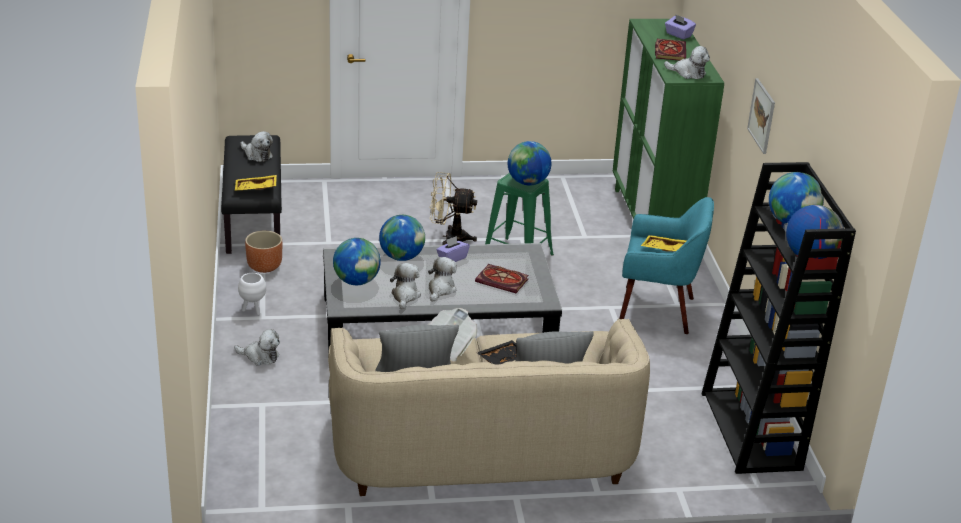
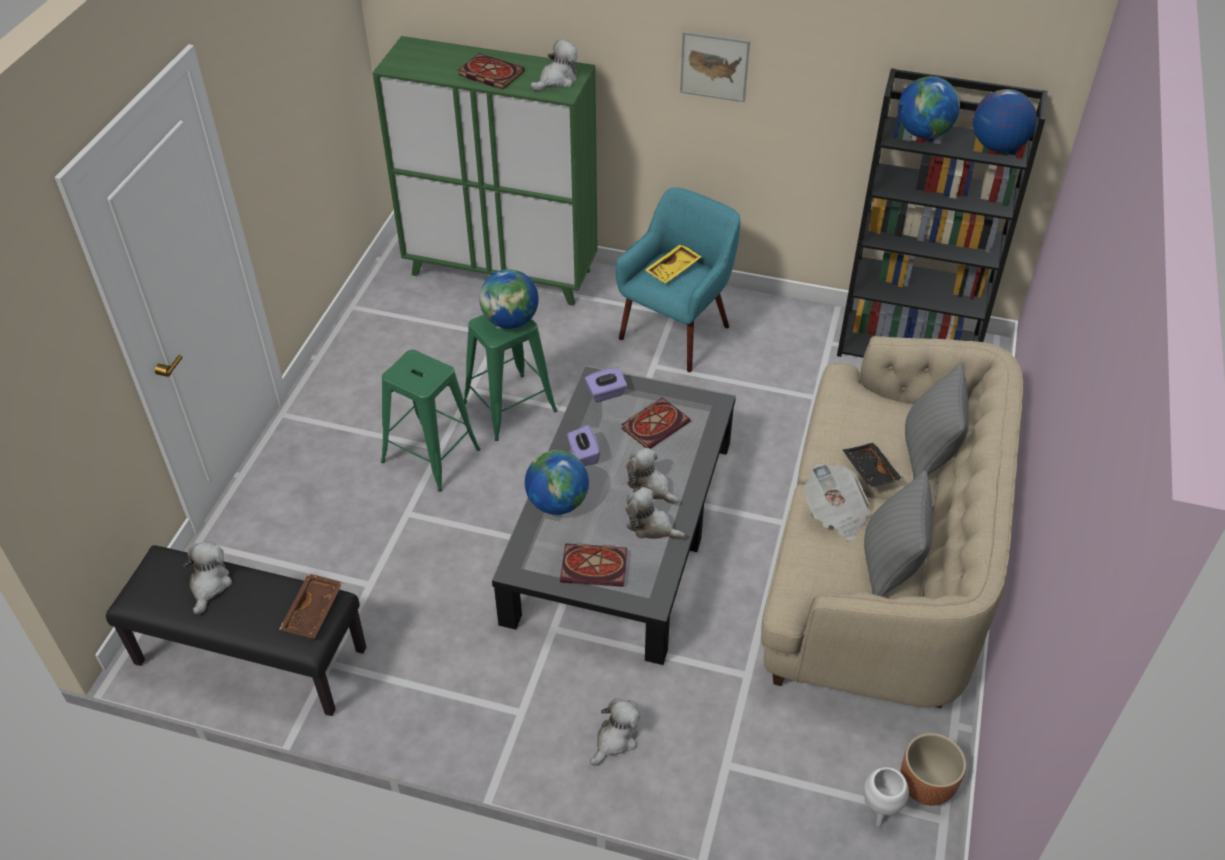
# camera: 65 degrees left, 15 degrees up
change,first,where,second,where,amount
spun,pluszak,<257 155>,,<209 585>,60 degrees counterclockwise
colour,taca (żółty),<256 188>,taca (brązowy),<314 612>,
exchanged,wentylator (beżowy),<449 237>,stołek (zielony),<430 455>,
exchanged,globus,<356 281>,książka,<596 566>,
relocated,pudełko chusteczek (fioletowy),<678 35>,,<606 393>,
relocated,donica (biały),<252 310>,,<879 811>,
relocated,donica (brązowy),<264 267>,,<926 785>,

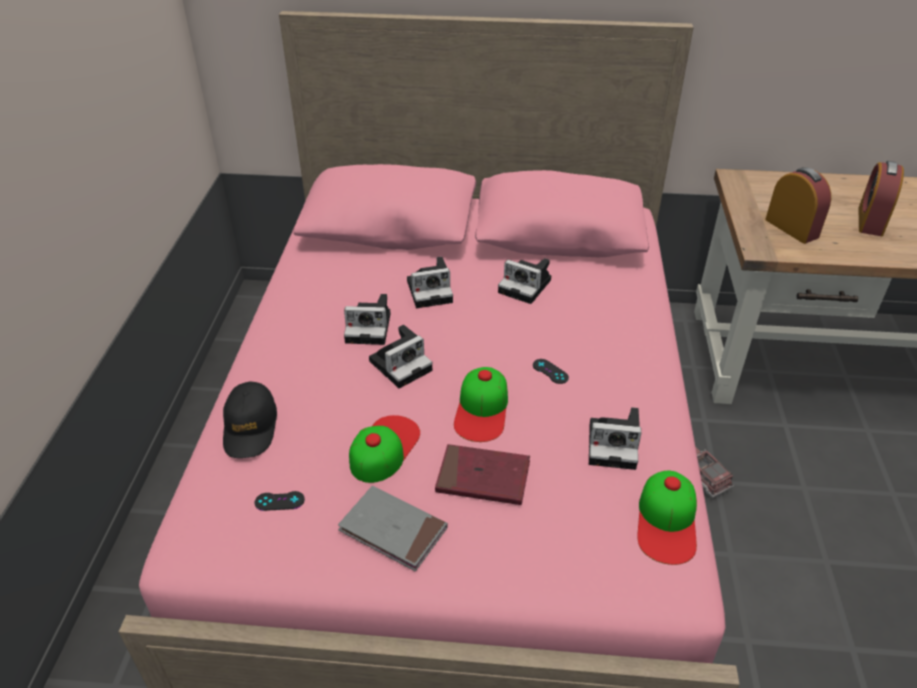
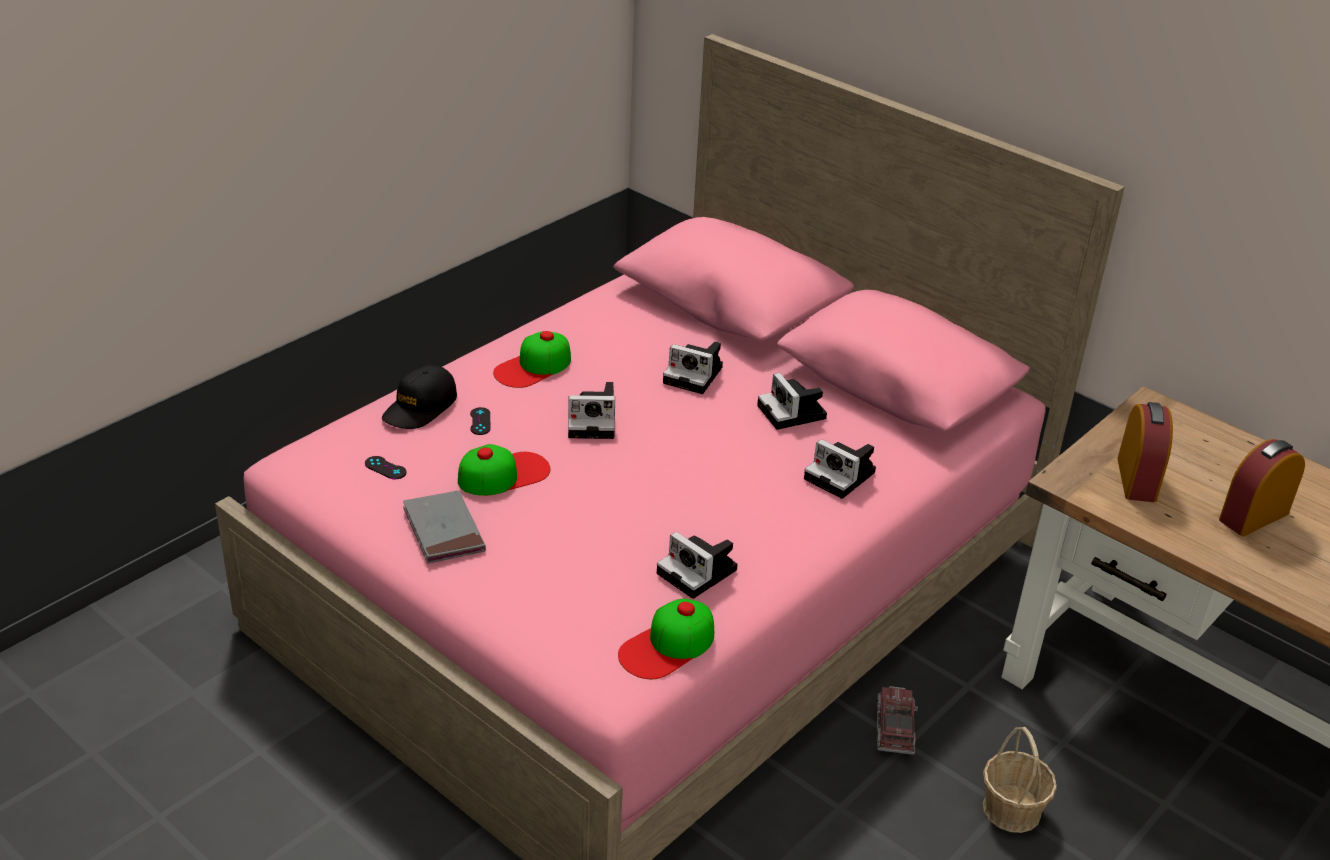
# camera: 35 degrees right, 5 degrees down
change,first,where,second,where,amount
relocated,pad do gier (czarny),<550 371>,,<480 421>,
relocated,czapka z daszkiem,<482 409>,,<533 367>,
relocated,aparat fotograficzny,<370 327>,,<842 476>,
appeared,,,koszyk,<1012 809>,
missing,książka (czerwony),<483 478>,,,

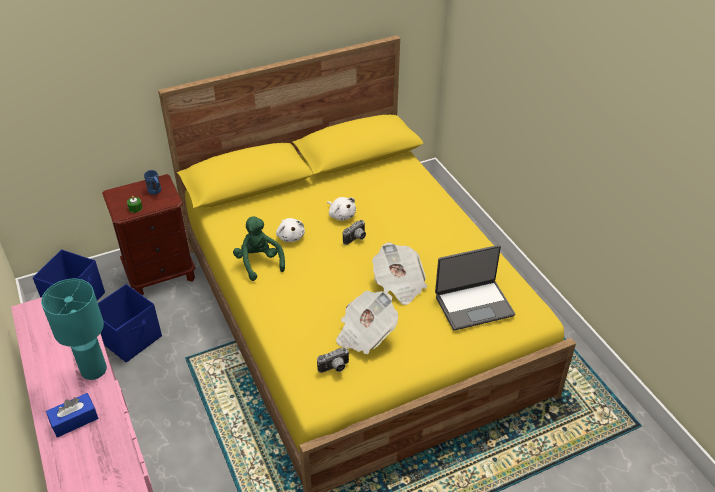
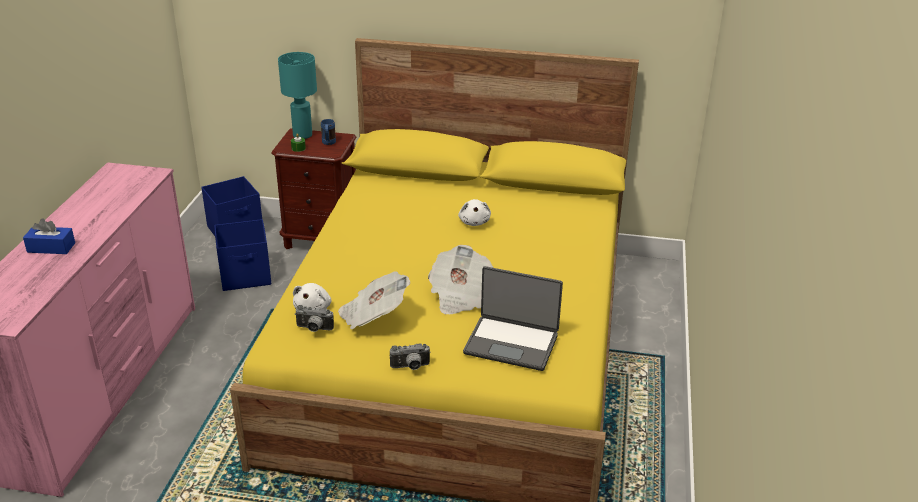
# camera: 35 degrees right, 10 degrees down
change,first,where,second,where,amount
relocated,lampa stołowa (turkusowy),<94 371>,,<302 135>,
relocated,pluszak (biały),<290 236>,,<313 308>,
relocated,aparat fotograficzny,<356 239>,,<410 367>,
missing,pluszak (zielony),<259 262>,,,

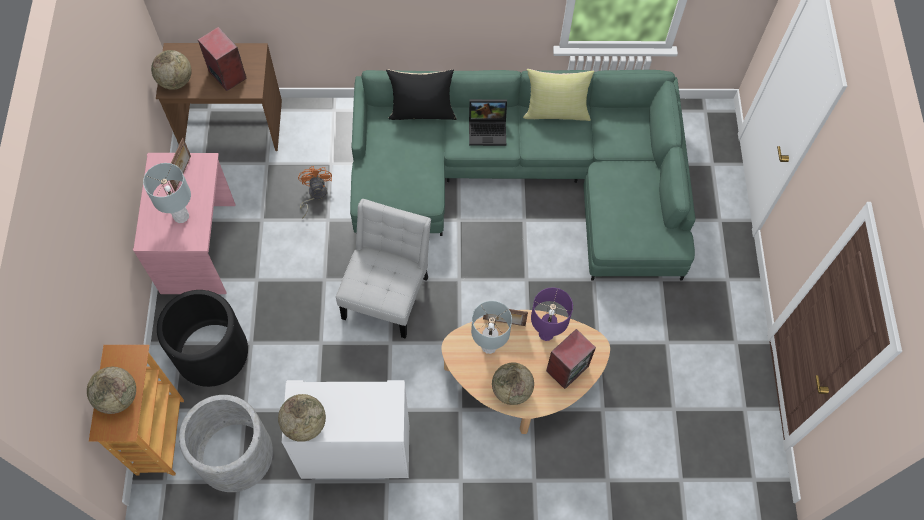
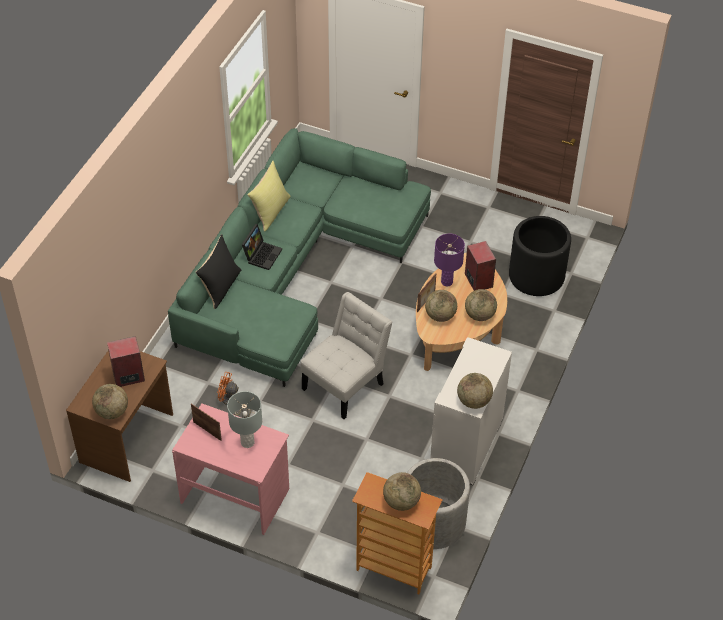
# camera: 65 degrees left, 15 degrees down
change,first,where,second,where,amount
spun,krzesło (biały),<387 292>,,<346 384>,90 degrees clockwise
exchanged,lampa stołowa (szary),<489 346>,globus,<440 316>,
relocated,donica (czarny),<212 353>,,<536 276>,

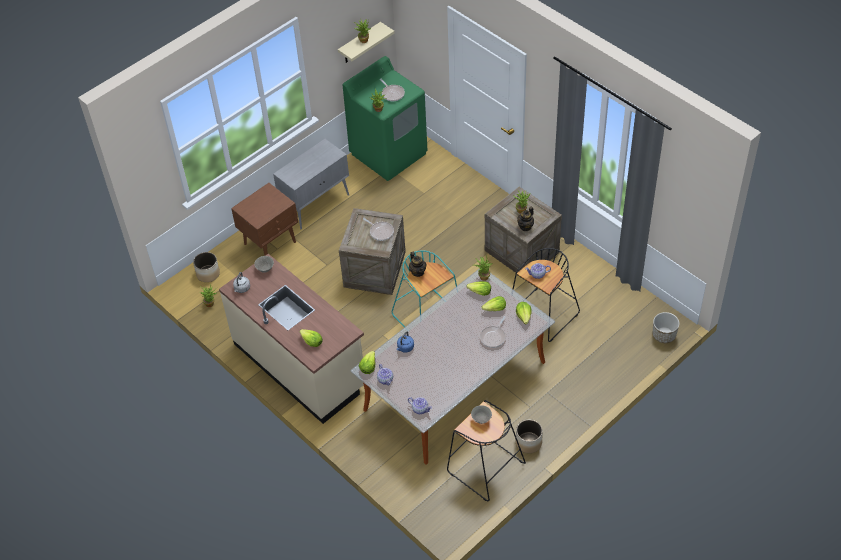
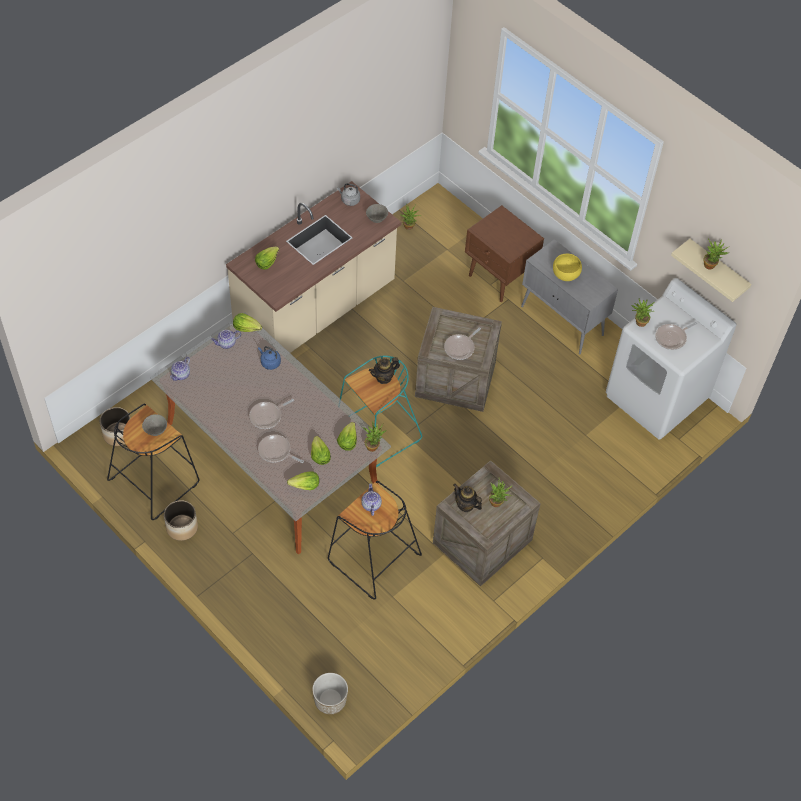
# camera: 85 degrees right, 5 degrees up
change,first,where,second,where,amount
relocated,donica,<208 273>,,<118 434>,
appeared,,,patelnia,<267 416>,
appeared,,,miska (żółty),<566 274>,
colour,pralka (zielony),<389 153>,pralka (biały),<656 398>,

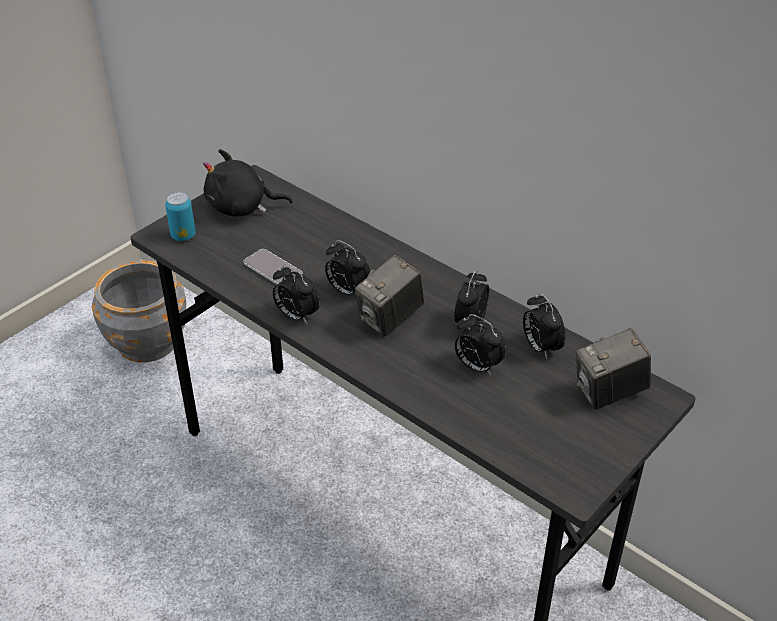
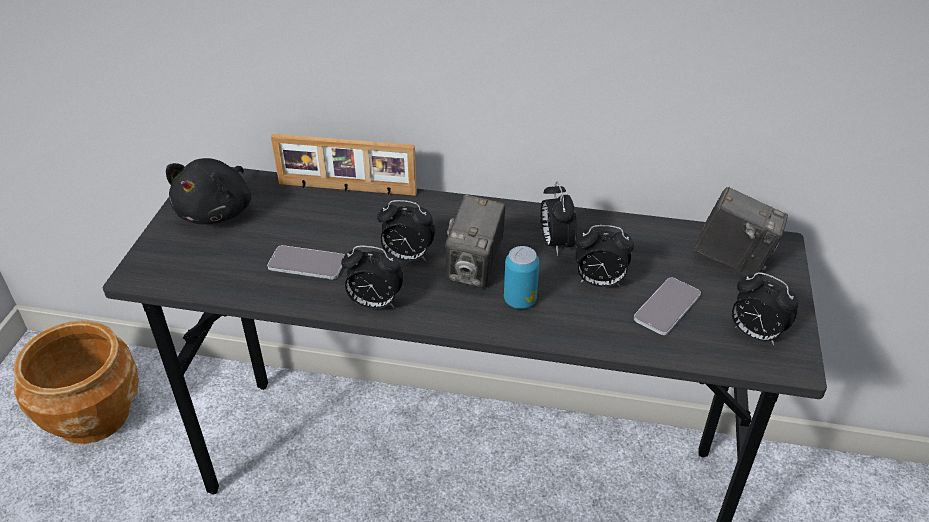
# camera: 30 degrees left, 0 degrees up
change,first,where,second,where,amount
colour,donica (szary),<148 342>,donica (brązowy),<94 415>,
spun,pluszak (czarny),<242 207>,,<217 211>,45 degrees counterclockwise
appeared,,,ramka na zdjęcie,<347 189>,
relocated,puszka,<183 236>,,<520 300>,
appeared,,,telefon,<667 307>,
spun,aparat fotograficzny,<608 393>,,<733 259>,105 degrees counterclockwise
relocated,budzik,<540 347>,,<754 334>,

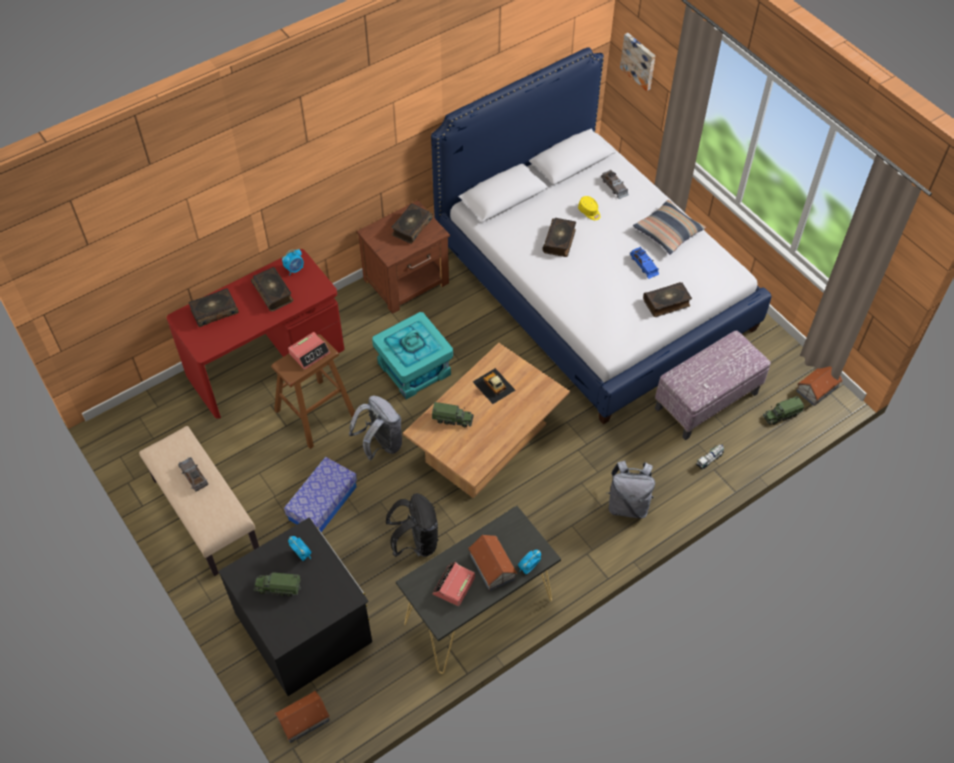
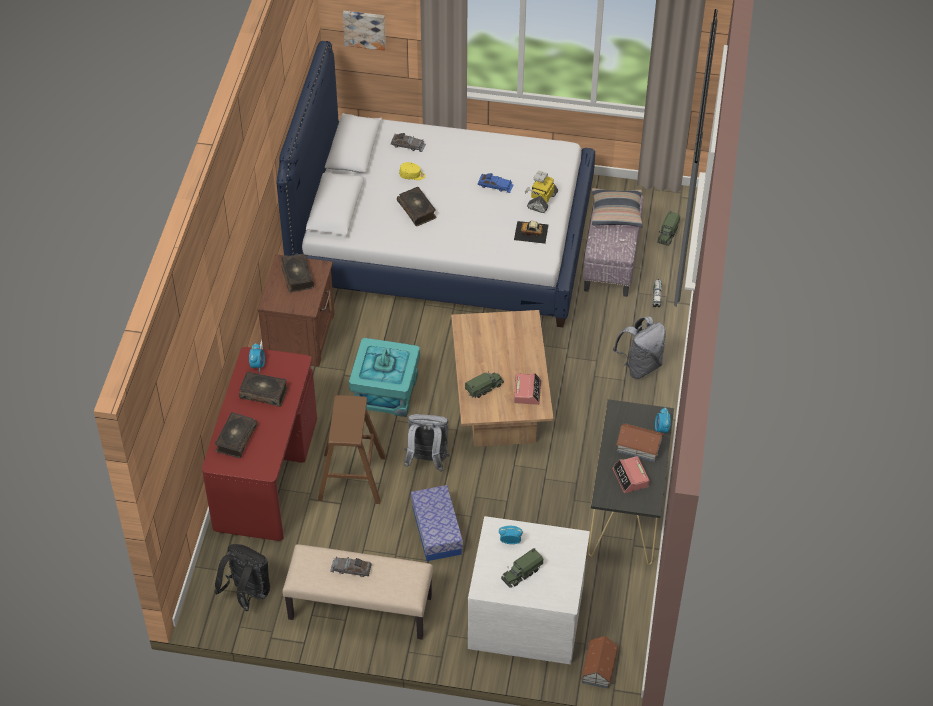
# camera: 45 degrees left, 5 degrees down
change,first,where,second,where,amount
relocated,plecak (czarny),<416 542>,,<247 594>,
colour,komoda (czarny),<305 626>,komoda (biały),<526 614>,
relocated,samochodzik,<493 386>,,<531 232>,
relocated,budzik,<309 353>,,<527 392>,
exchanged,książka,<667 303>,robot zabawkowy,<541 200>,
relocated,poduszka,<668 232>,,<616 213>,
missing,domek,<817 388>,,,

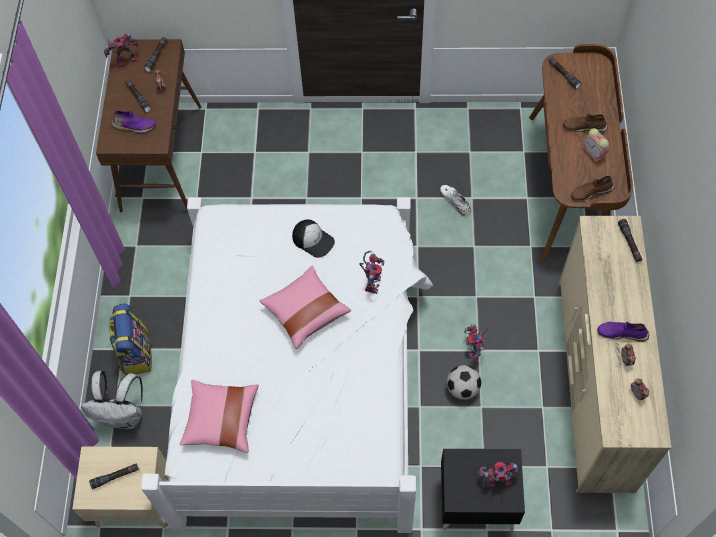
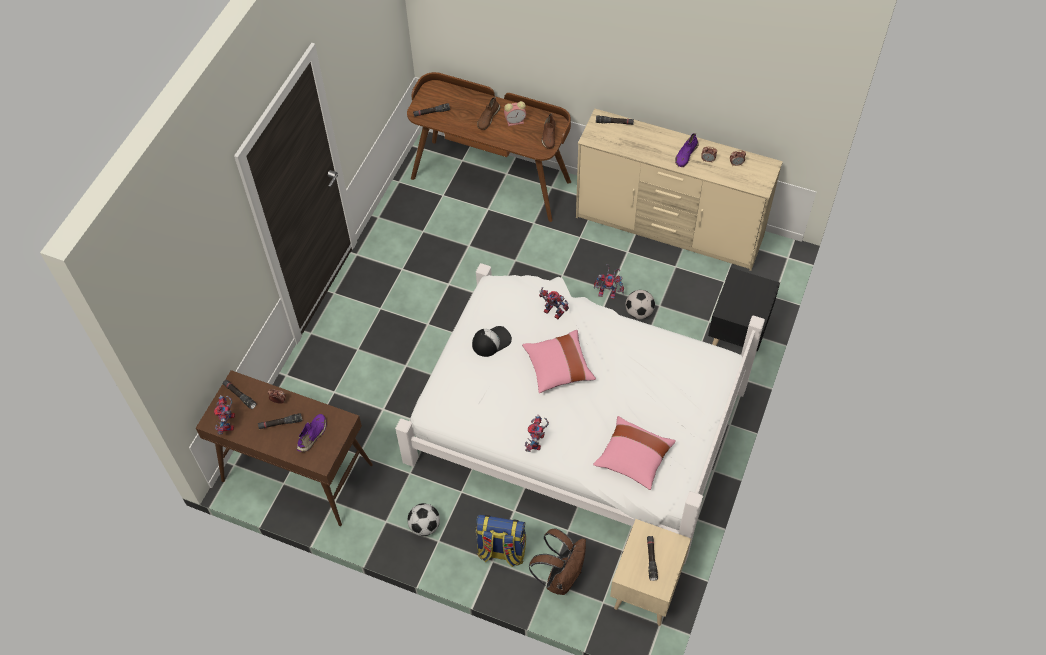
# camera: 70 degrees left, 5 degrees down
change,first,where,second,where,amount
appeared,,,piłka futbolowa,<425 526>,
relocated,robot zabawkowy,<497 482>,,<537 443>,
colour,plecak (biały),<124 415>,plecak (brązowy),<561 576>,
missing,but (biały),<455 201>,,,

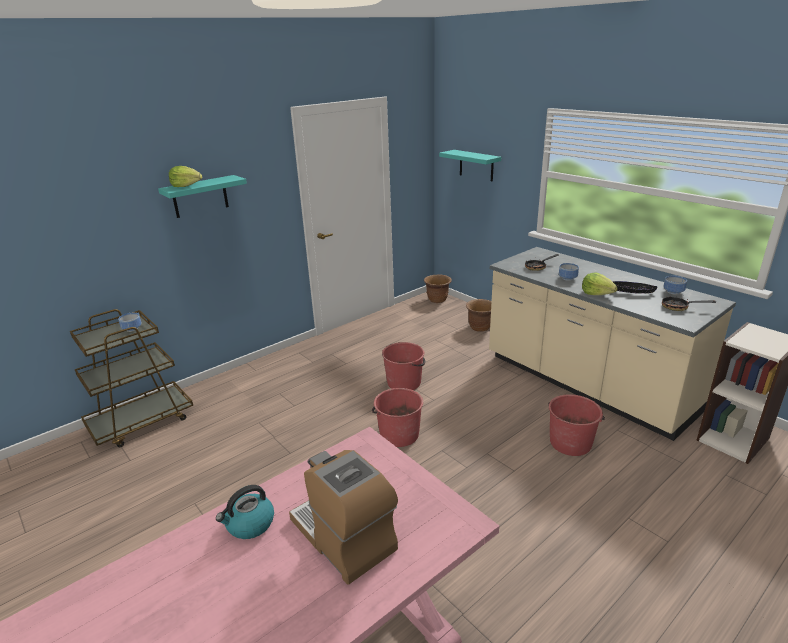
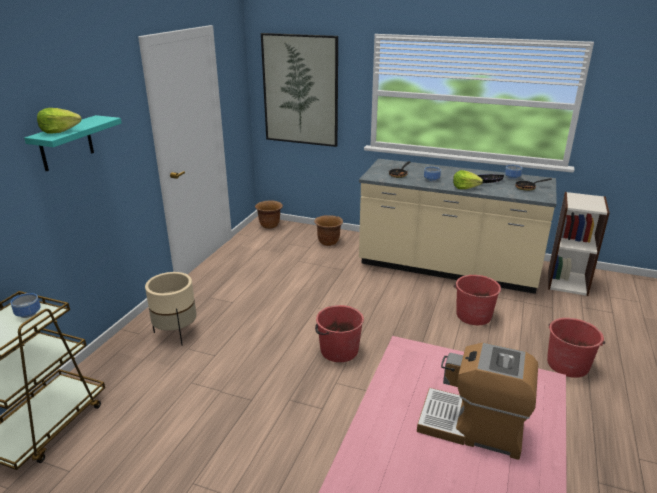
# camera: 30 degrees left, 0 degrees up
change,first,where,second,where,amount
appeared,,,donica (beżowy),<176 333>,
exchanged,półka (turkusowy),<476 165>,obraz,<300 90>,
relocated,wiadro (czerwony),<404 382>,,<567 364>,
missing,czajnik,<250 524>,,,

